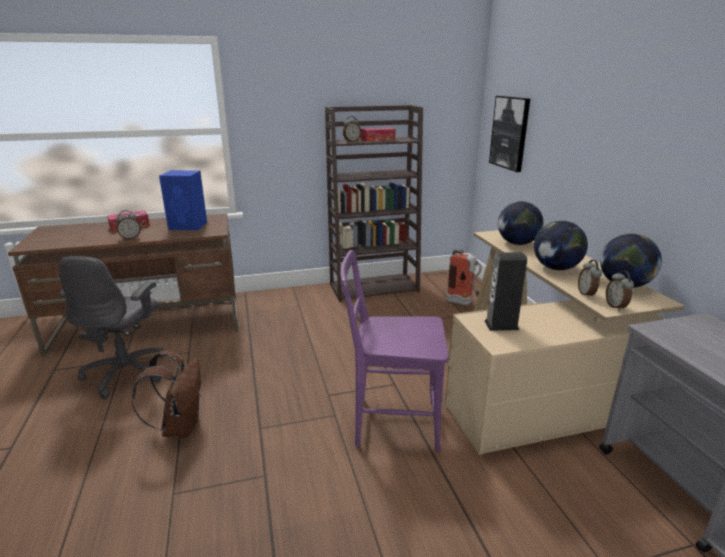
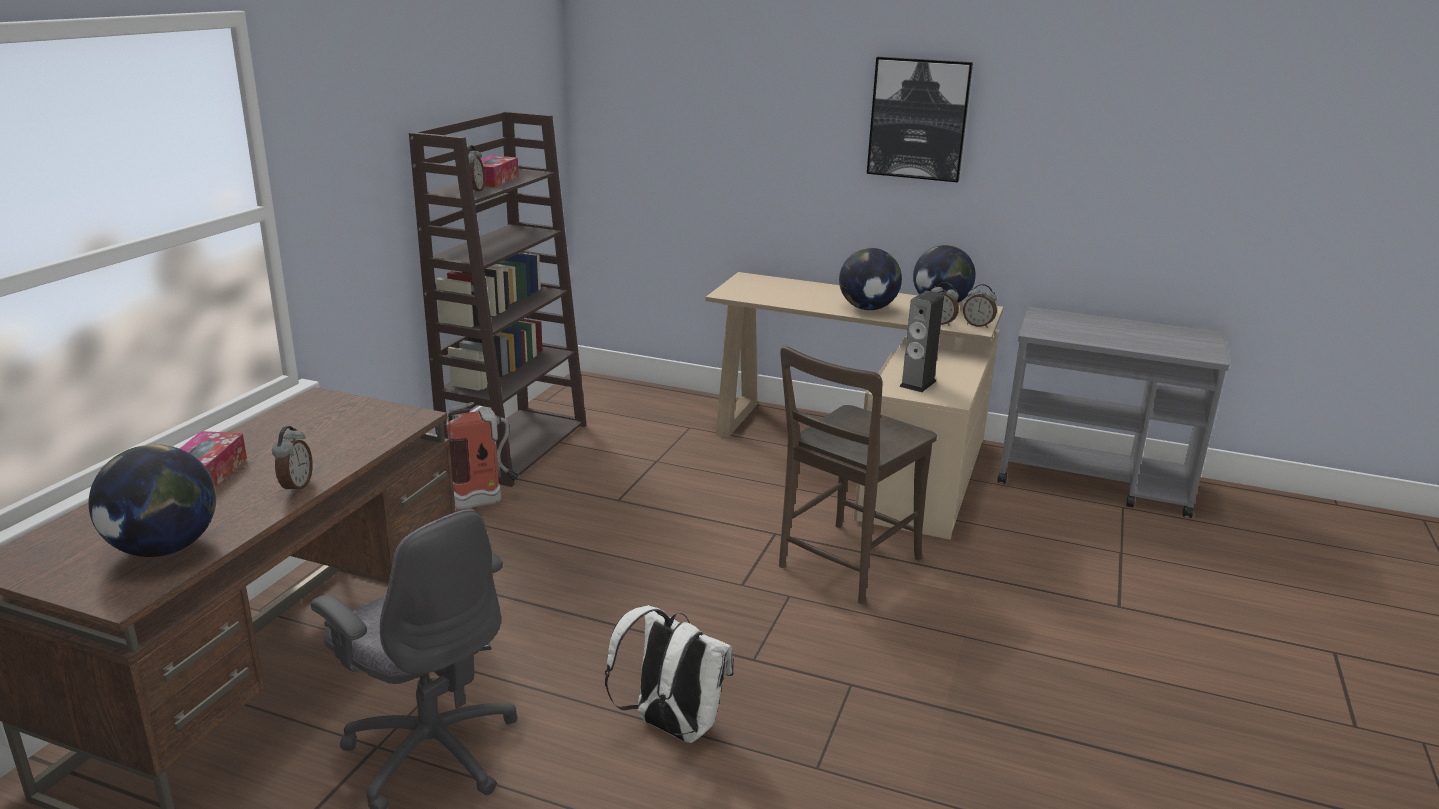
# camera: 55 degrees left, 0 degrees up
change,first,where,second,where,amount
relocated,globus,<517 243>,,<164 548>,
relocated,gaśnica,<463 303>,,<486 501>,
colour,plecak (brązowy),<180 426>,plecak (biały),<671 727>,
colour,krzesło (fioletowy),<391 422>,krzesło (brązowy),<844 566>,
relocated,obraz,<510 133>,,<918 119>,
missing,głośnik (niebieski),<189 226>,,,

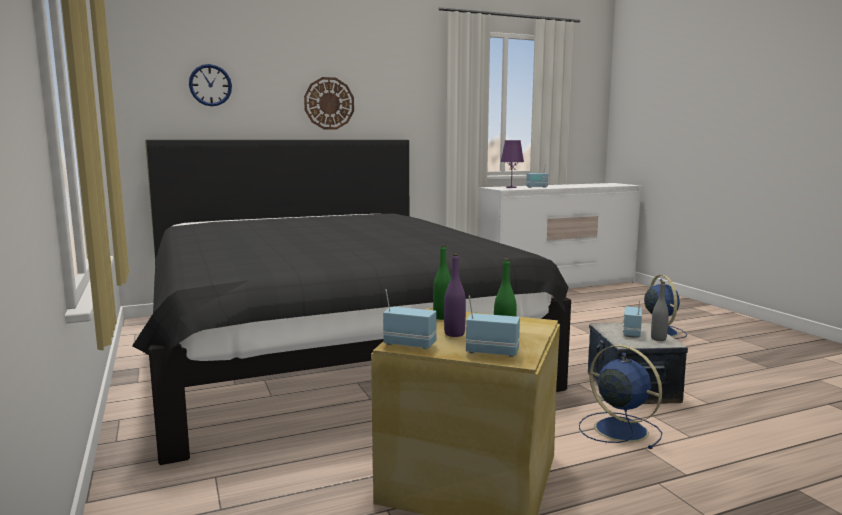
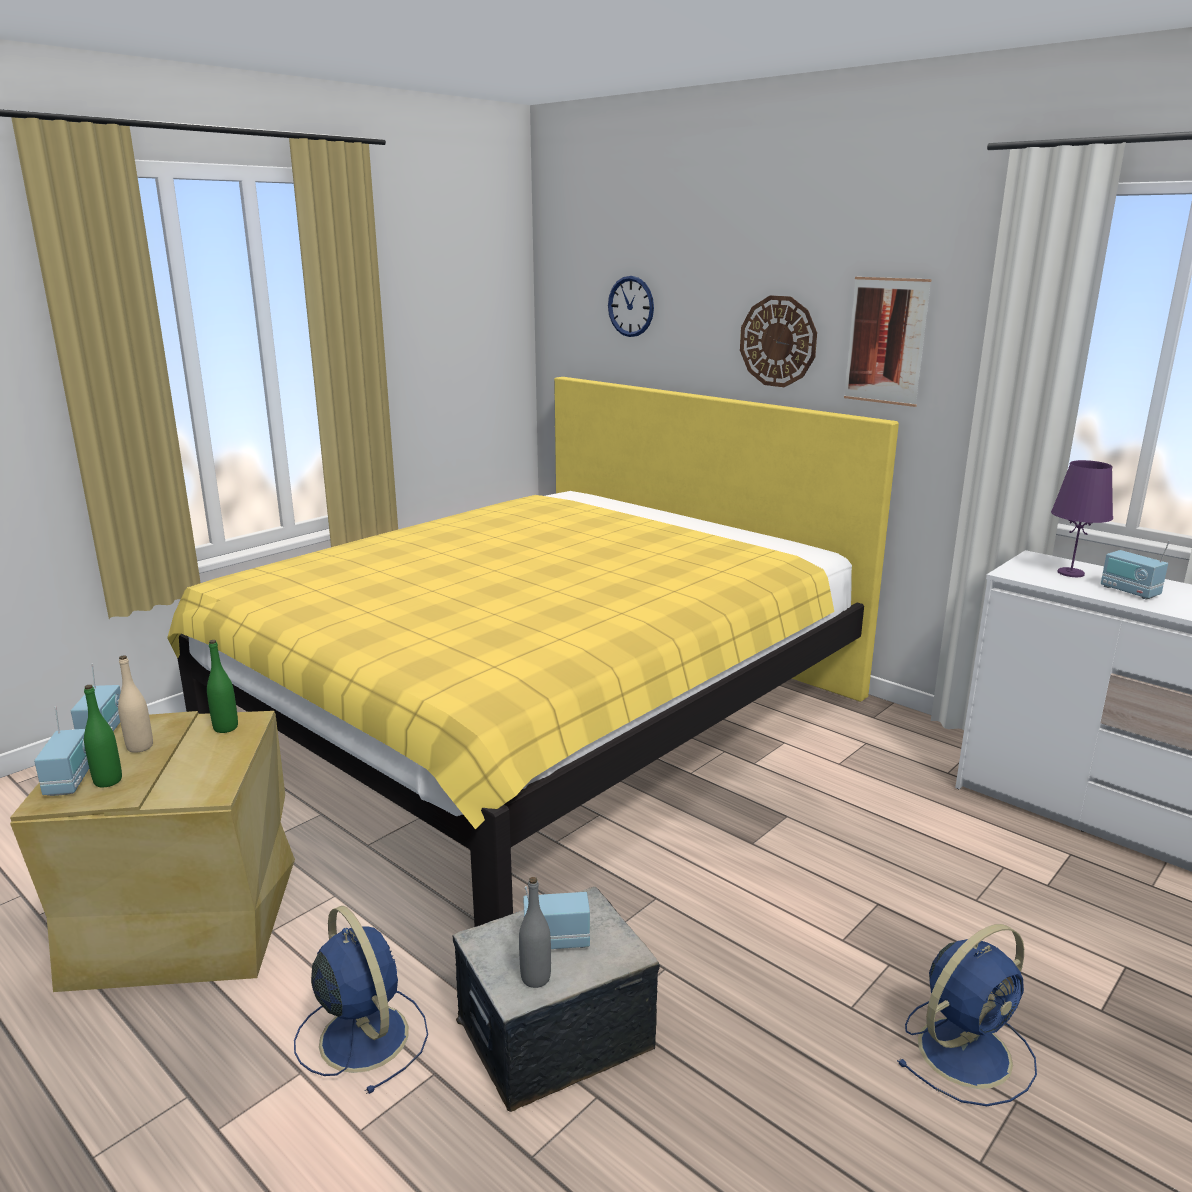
# camera: 65 degrees right, 10 degrees up
change,first,where,second,where,amount
colour,butelka (fioletowy),<454 334>,butelka (beżowy),<140 747>,
colour,łóżko (czarny),<327 348>,łóżko (żółty),<538 717>,
spun,wentylator (niebieski),<618 429>,,<362 1034>,60 degrees counterclockwise
appeared,,,obraz,<886 341>,

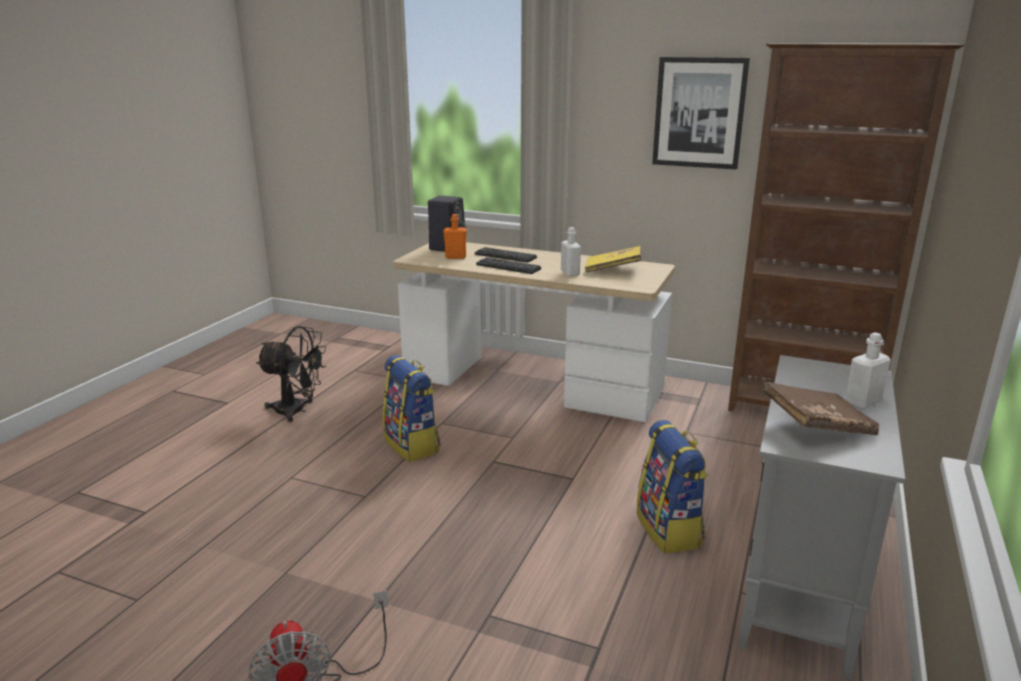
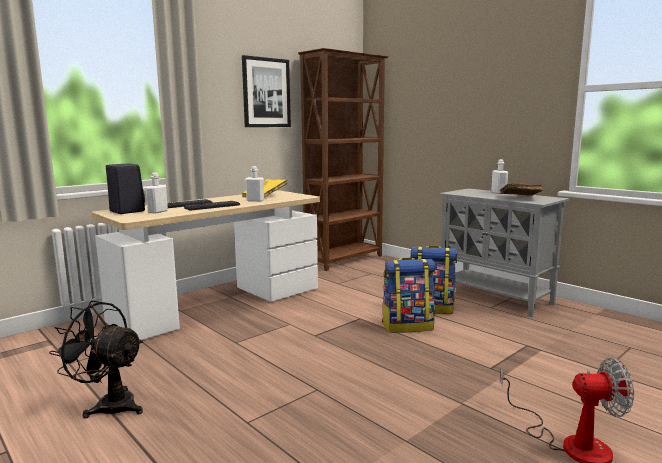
# camera: 65 degrees left, 10 degrees down
change,first,where,second,where,amount
spun,wentylator (czarny),<297 411>,,<109 404>,105 degrees counterclockwise
colour,butelka (pomarańczowy),<455 257>,butelka (biały),<157 212>,
relocated,plecak,<412 445>,,<407 326>,

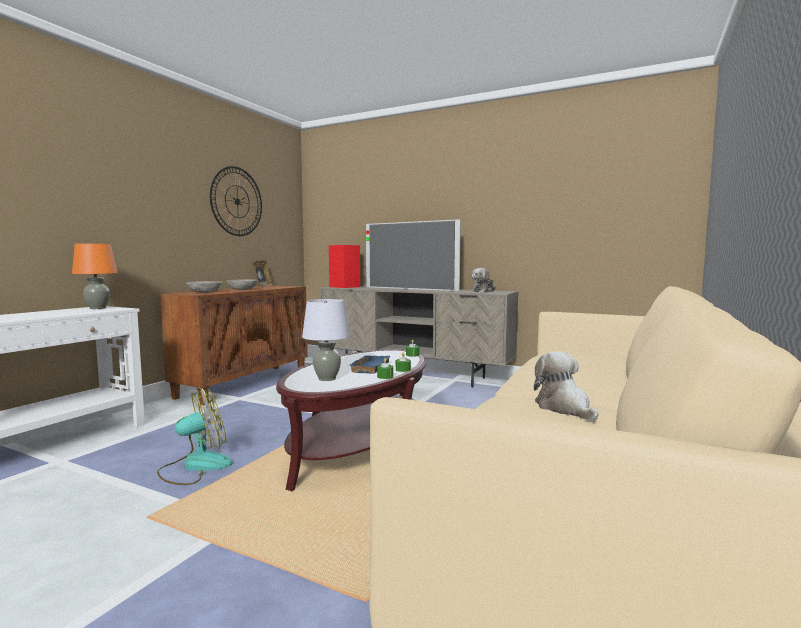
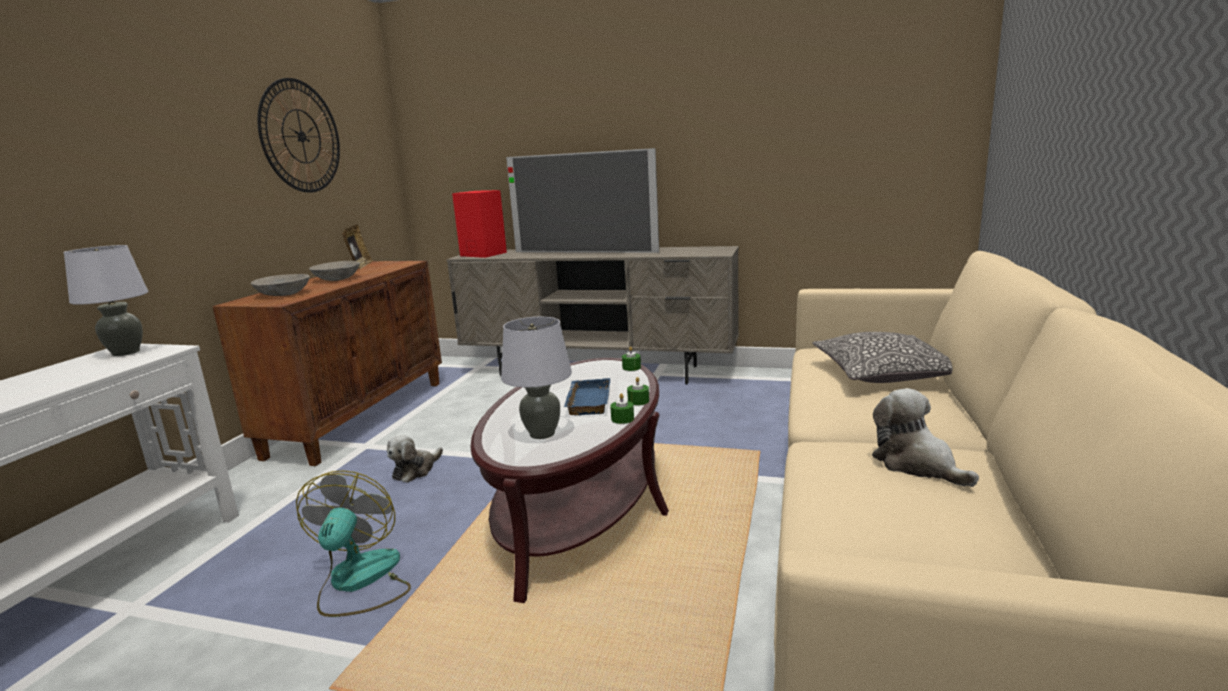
# camera: 10 degrees left, 10 degrees up
change,first,where,second,where,amount
colour,lampa stołowa (pomarańczowy),<98 308>,lampa stołowa (szary),<126 352>,
spun,wentylator,<195 466>,,<359 582>,45 degrees counterclockwise
relocated,pluszak,<484 291>,,<415 470>,
appeared,,,poduszka,<883 374>,

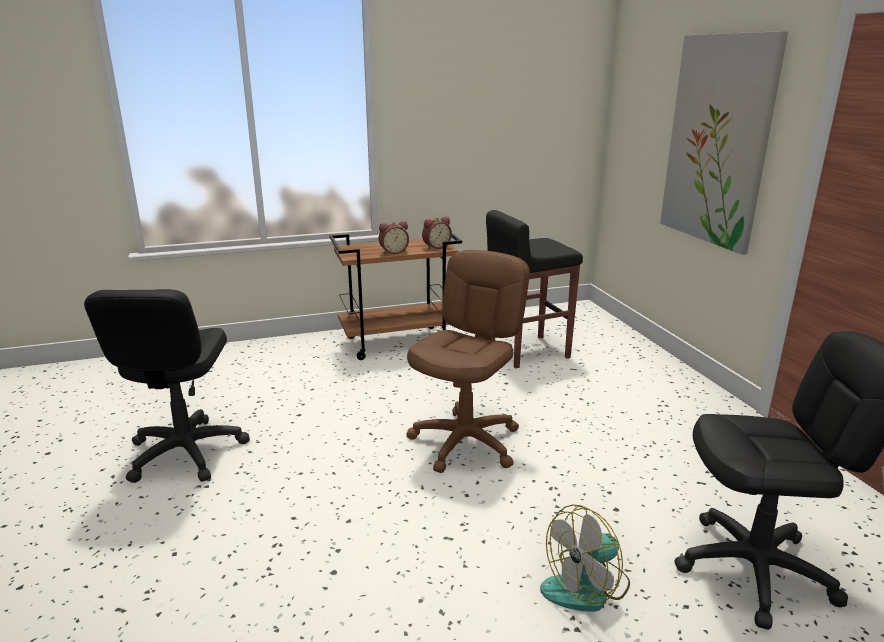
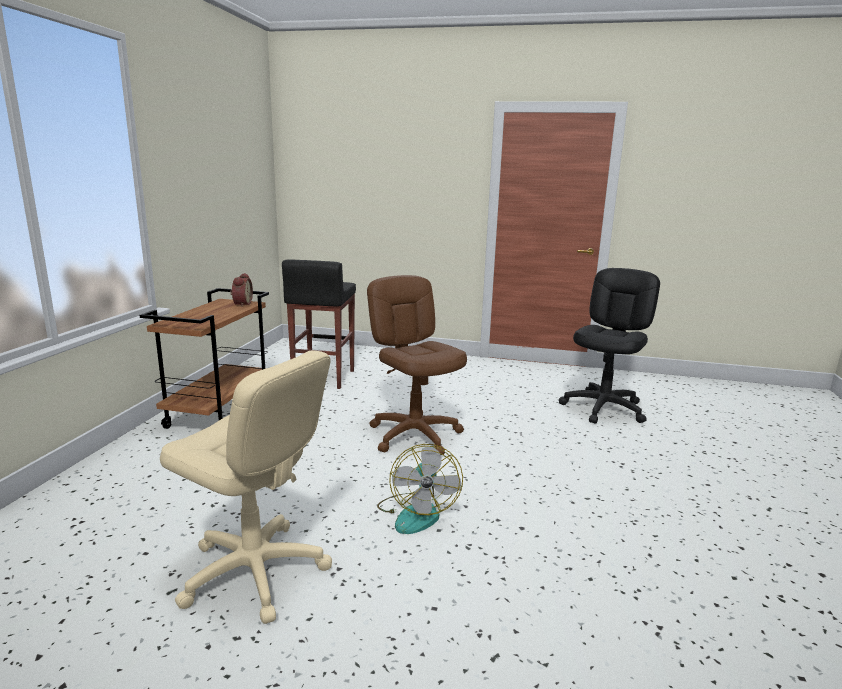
# camera: 60 degrees left, 5 degrees down
change,first,where,second,where,amount
colour,krzesło biurowe (czarny),<185 452>,krzesło biurowe (beżowy),<254 572>,
relocated,wentylator,<586 587>,,<416 513>,
missing,budzik,<393 252>,,,
missing,obraz,<717 141>,,,

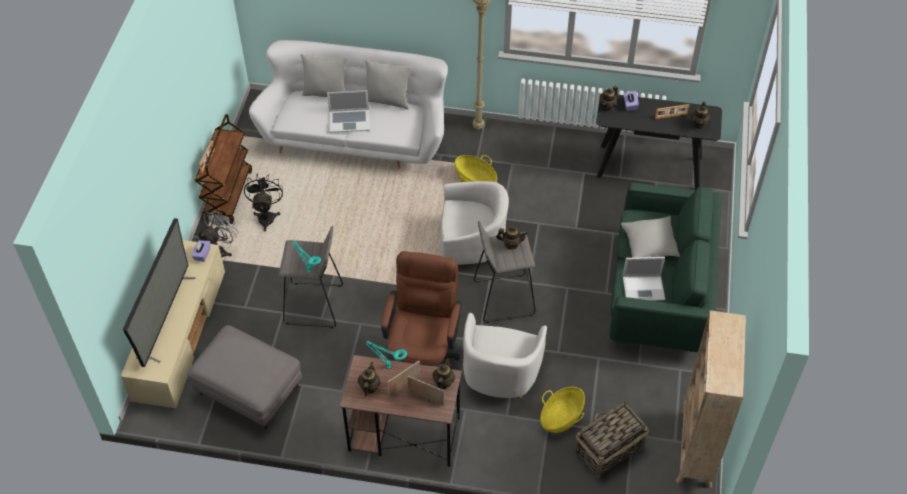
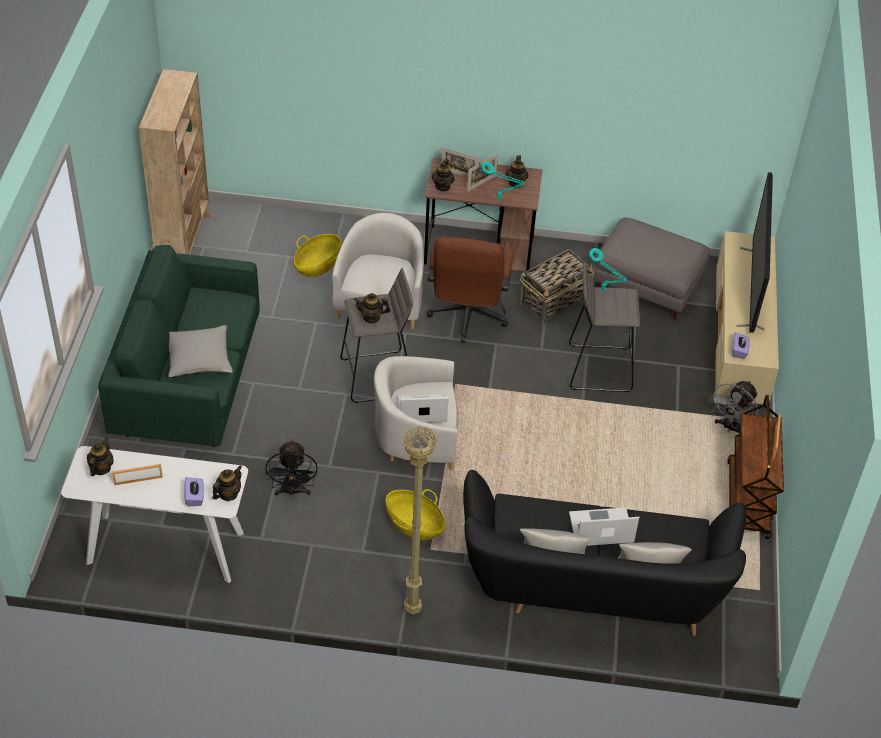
# camera: 175 degrees right, 5 degrees down
change,first,where,second,where,amount
colour,stolik konsolowy (czarny),<649 167>,stolik konsolowy (biały),<165 548>,
relocated,wentylator (czarny),<266 216>,,<292 491>,
relocated,laptop,<644 288>,,<420 410>,
colour,kanapa (biały),<356 137>,kanapa (czarny),<591 589>,
relocated,koszyk,<608 450>,,<554 300>,

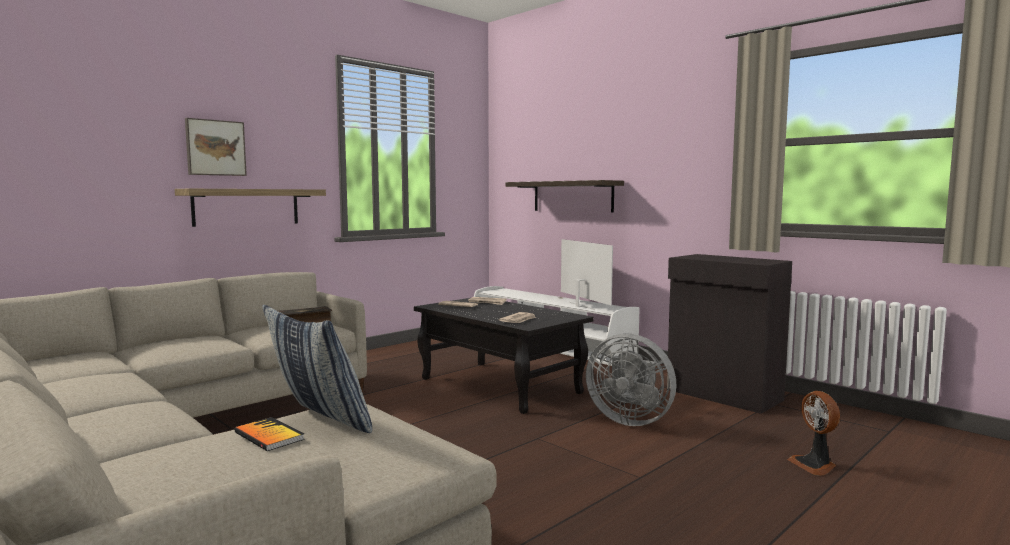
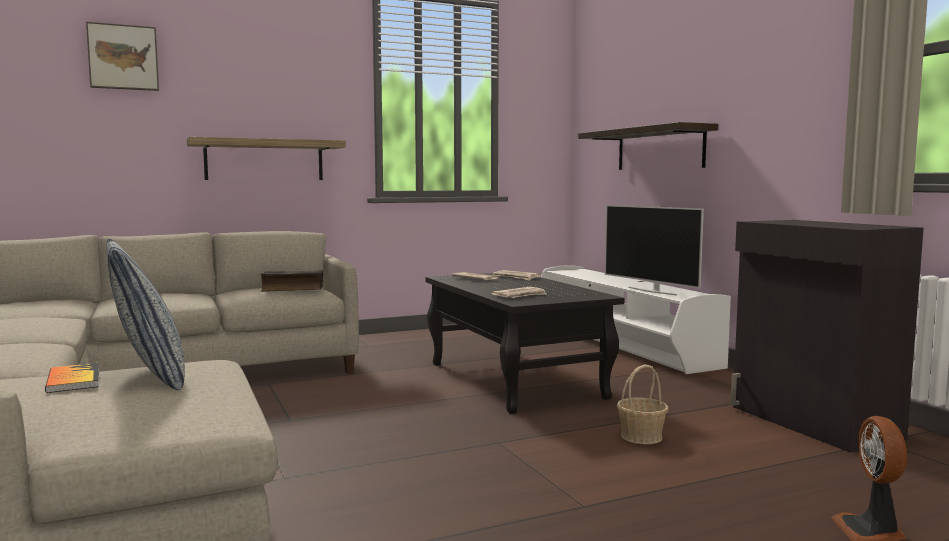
# camera: 20 degrees right, 0 degrees up
change,first,where,second,where,amount
relocated,obraz,<215 148>,,<123 57>,
spun,telewizor,<580 306>,,<652 291>,150 degrees clockwise
exchanged,wentylator (szary),<630 420>,koszyk,<642 436>,

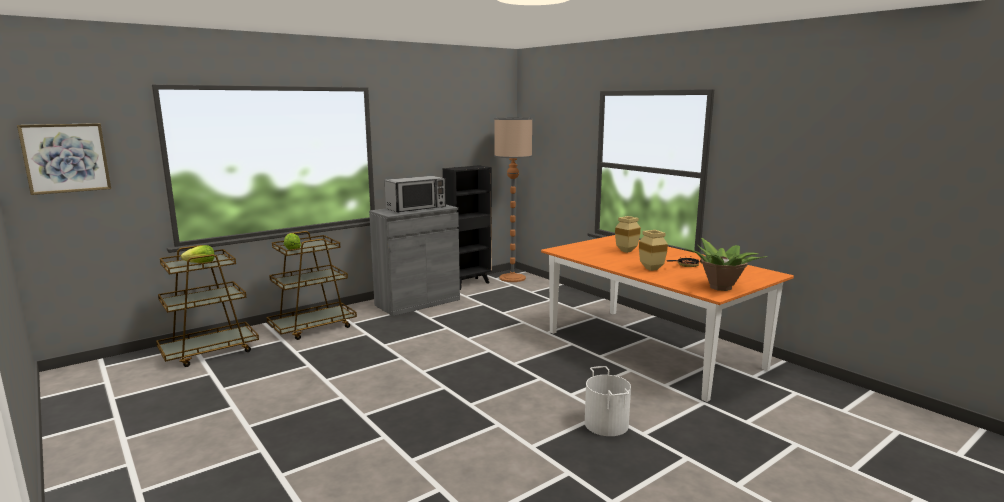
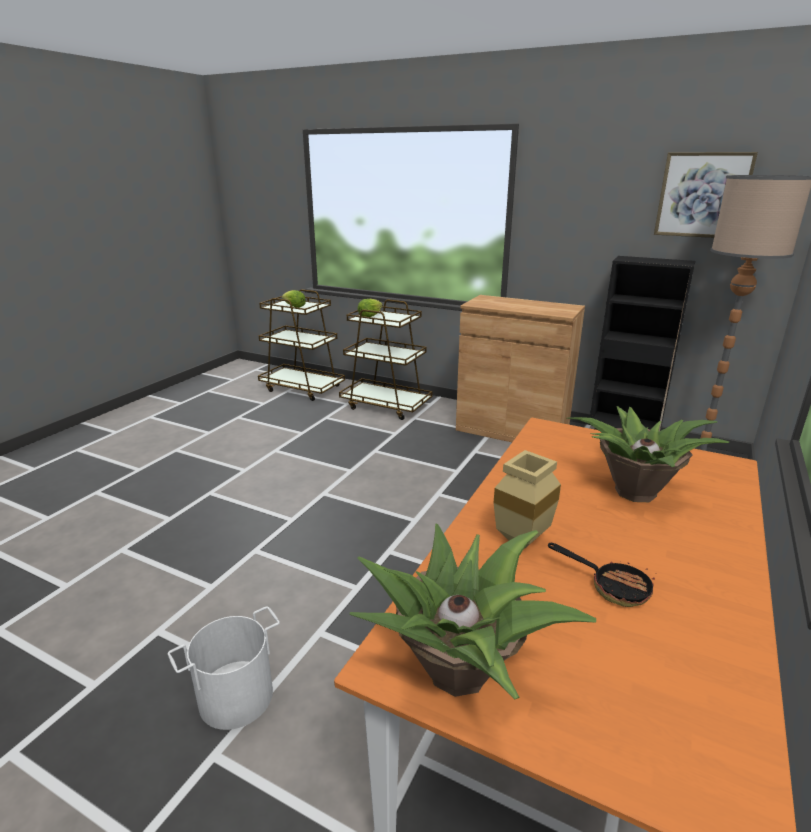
# camera: 65 degrees right, 10 degrees up
change,first,where,second,where,amount
colour,szafka (szary),<417 302>,szafka (brązowy),<512 430>,
exchanged,wazon (beżowy),<626 251>,roślina doniczkowa,<633 491>,
relocated,obraz,<66 158>,,<702 195>,
missing,mikrofalówka,<416 208>,,,

